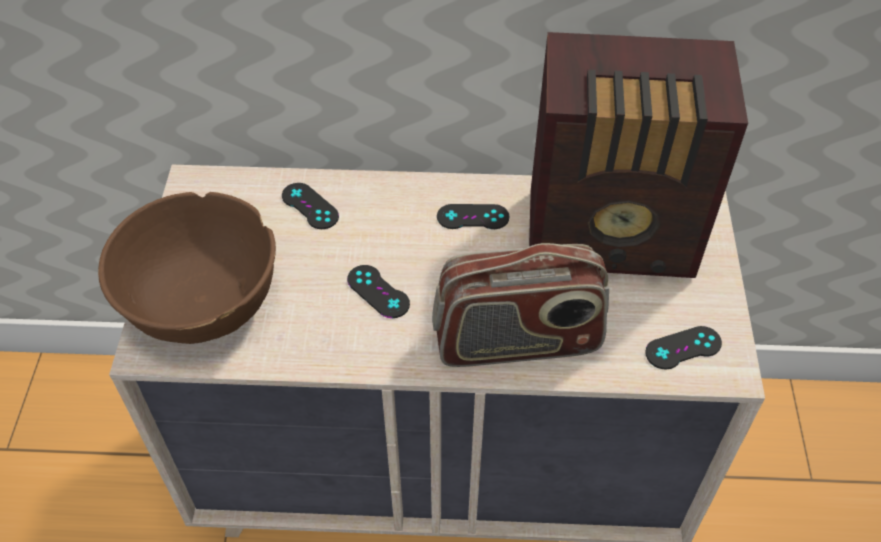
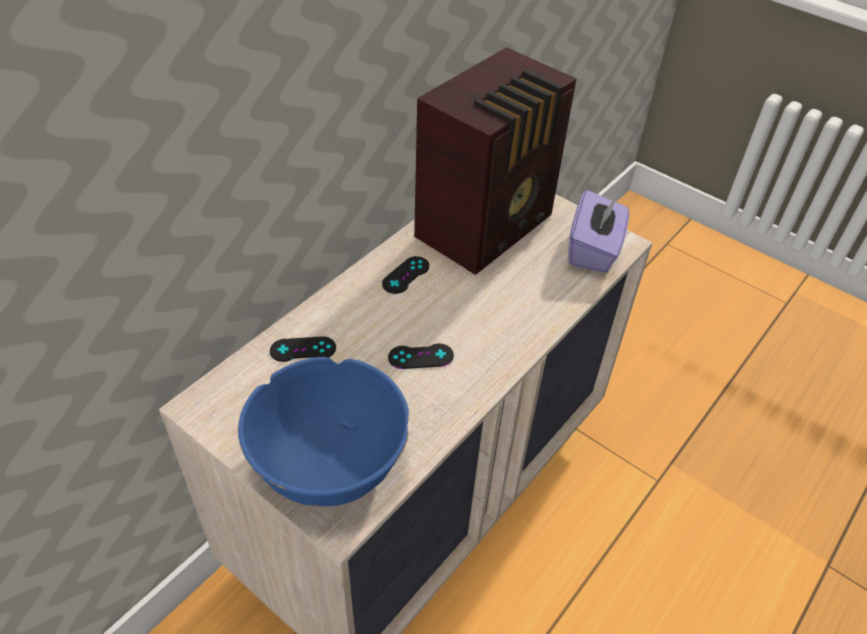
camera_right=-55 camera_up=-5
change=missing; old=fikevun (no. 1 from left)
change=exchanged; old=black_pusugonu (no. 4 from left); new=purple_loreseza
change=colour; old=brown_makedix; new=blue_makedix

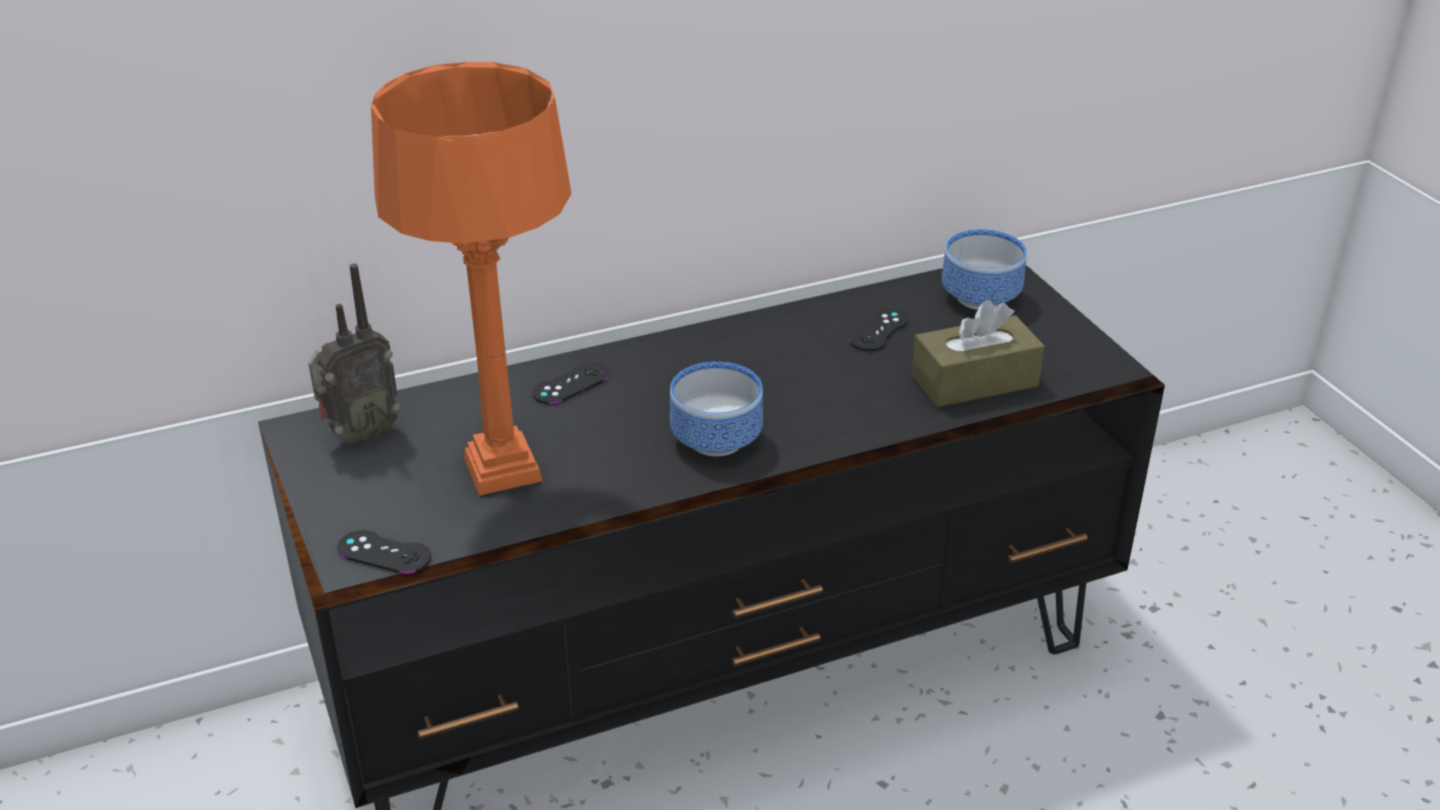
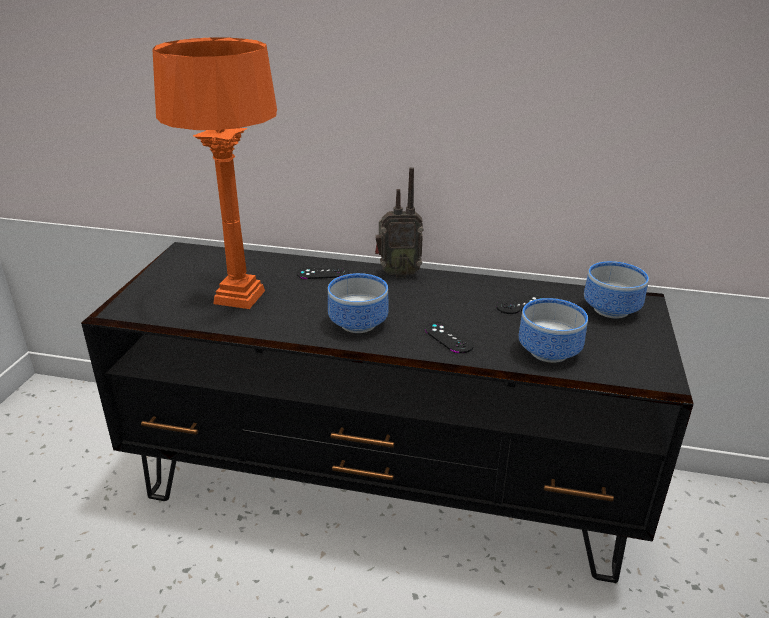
camera_right=35 camera_up=-5
change=relocated; old=fikevun
change=relocated; old=black_pusugonu (no. 1 from left in the first image); new=black_pusugonu (no. 2 from left)
change=exchanged; old=brown_loreseza; new=makedix (no. 2 from left)

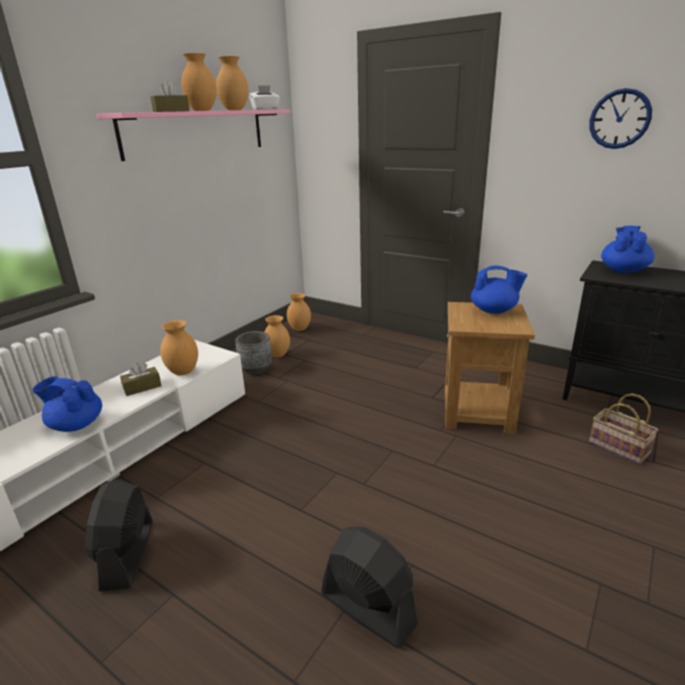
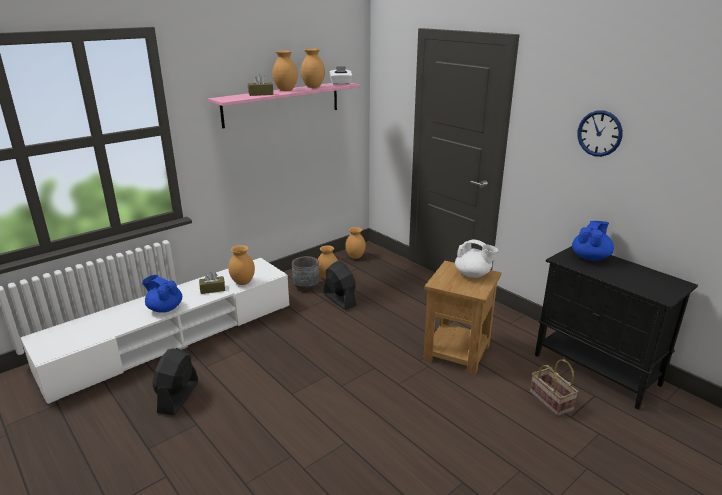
camera_right=15 camera_up=0
change=relocated; old=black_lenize (no. 2 from left)
change=colour; old=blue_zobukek (no. 2 from left); new=white_zobukek

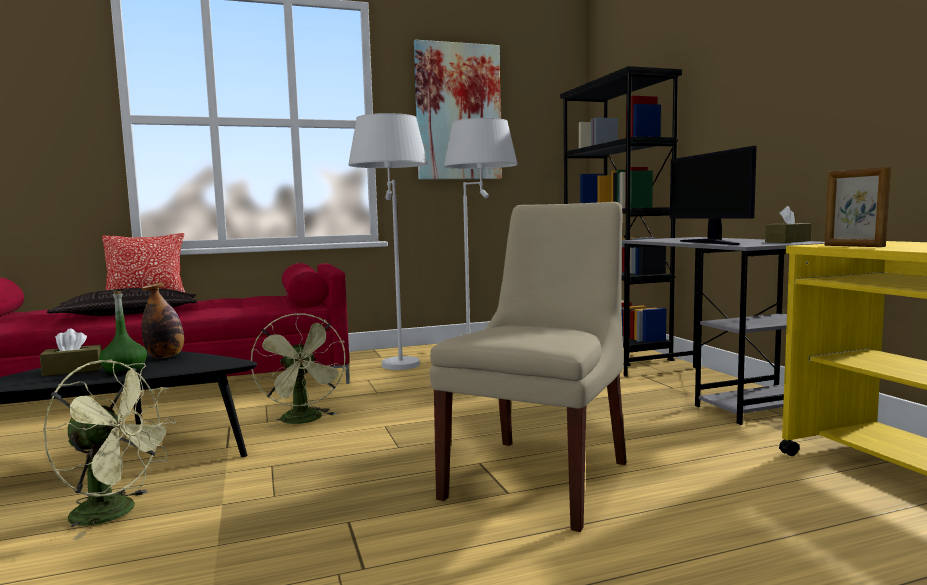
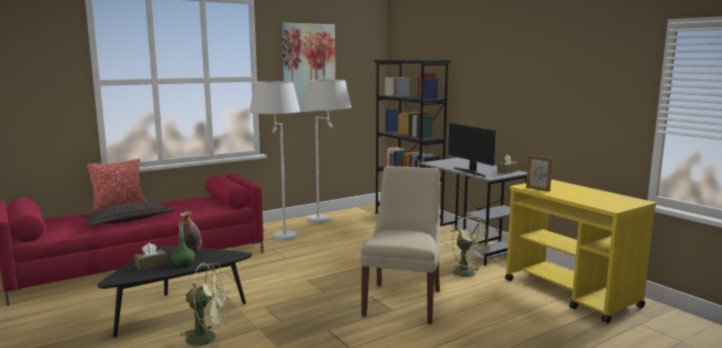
camera_right=-15 camera_up=5
change=relocated; old=green_lenize (no. 2 from left)

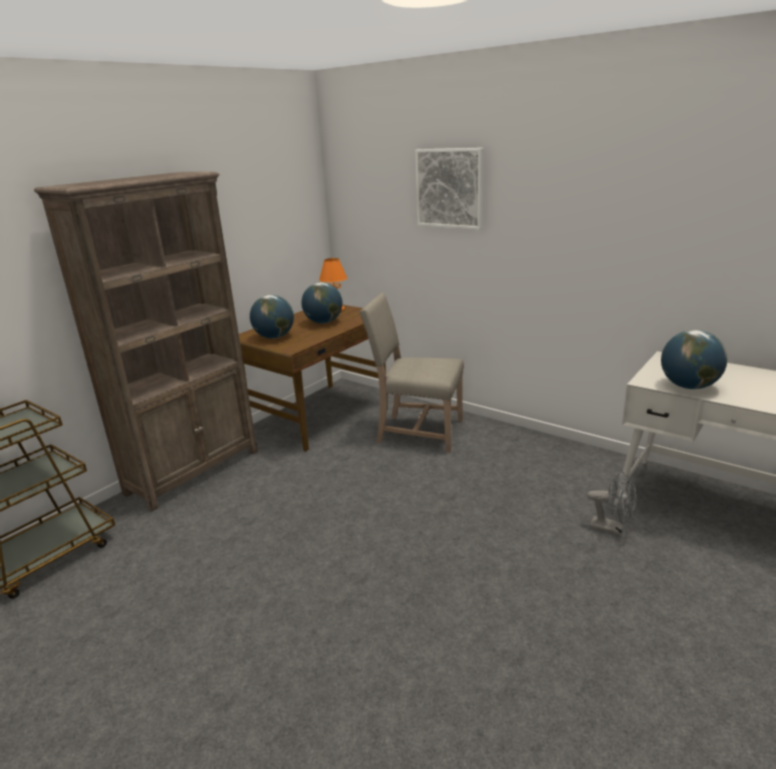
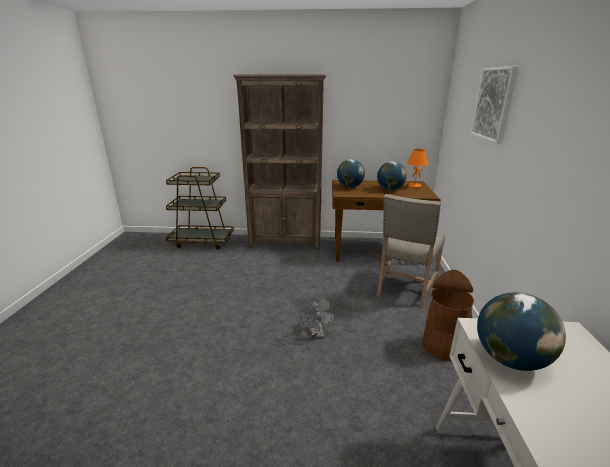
camera_right=55 camera_up=0
change=appeared; new=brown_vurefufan
change=relocated; old=grey_lenize
change=spun; old=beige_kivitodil; degrees=-135

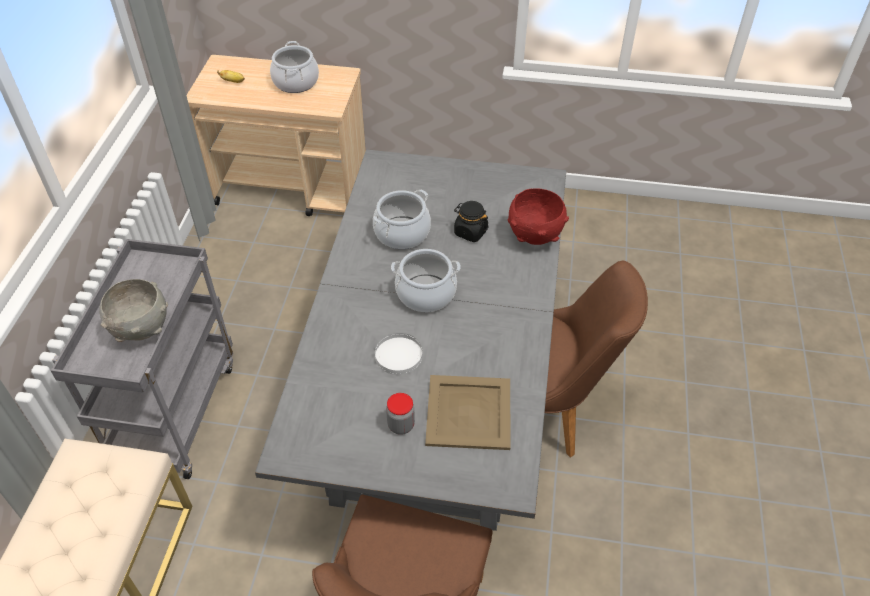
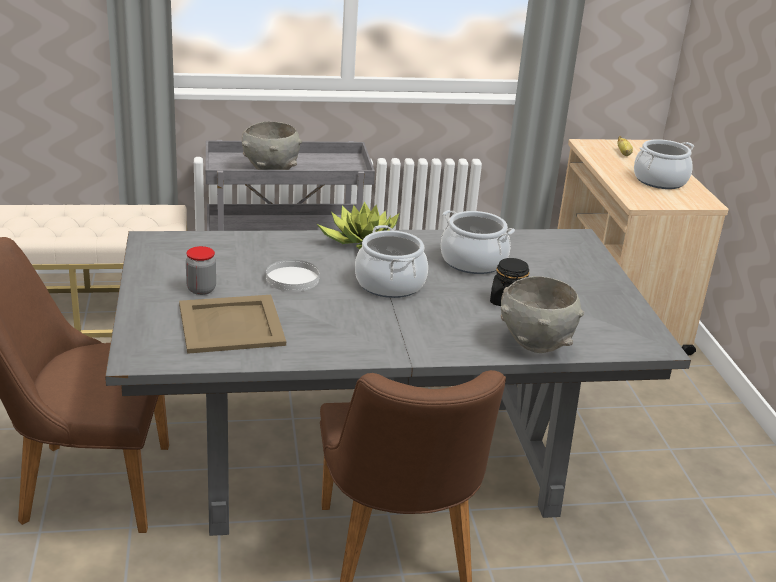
camera_right=70 camera_up=-20
change=appeared; new=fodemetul
change=colour; old=red_makedix; new=grey_makedix (no. 2 from left)

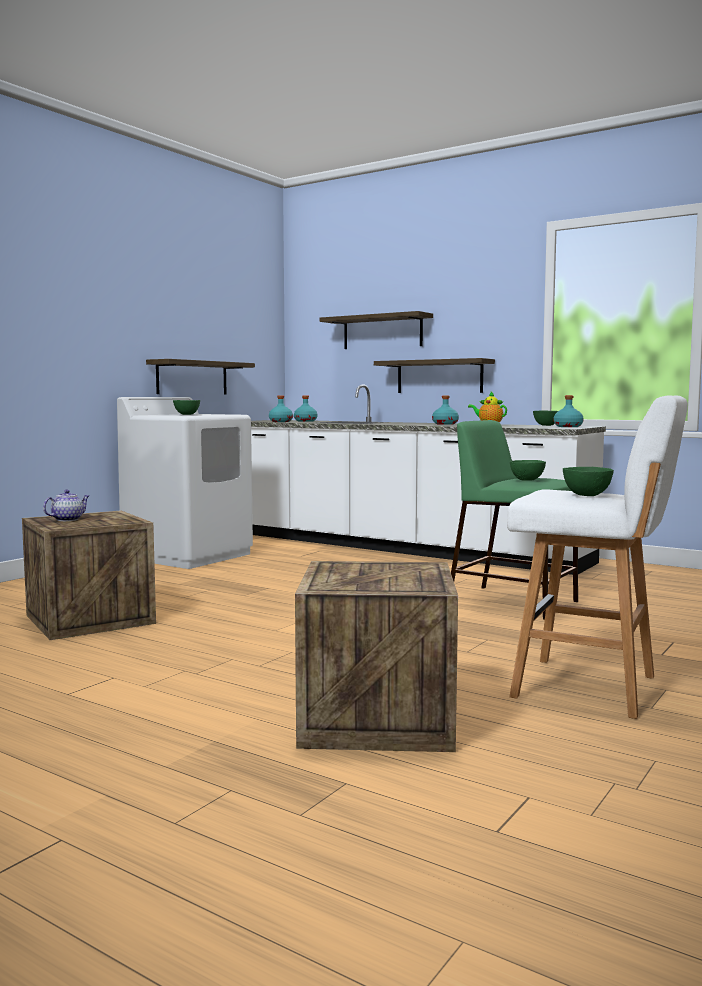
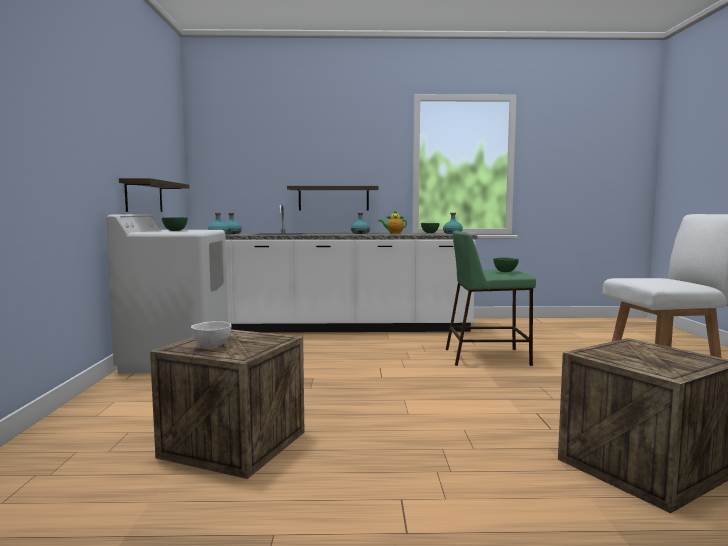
camera_right=-35 camera_up=0
change=missing; old=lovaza (no. 2 from left)
change=missing; old=green_makedix (no. 4 from left)
change=exchanged; old=zobukek (no. 1 from left); new=white_makedix

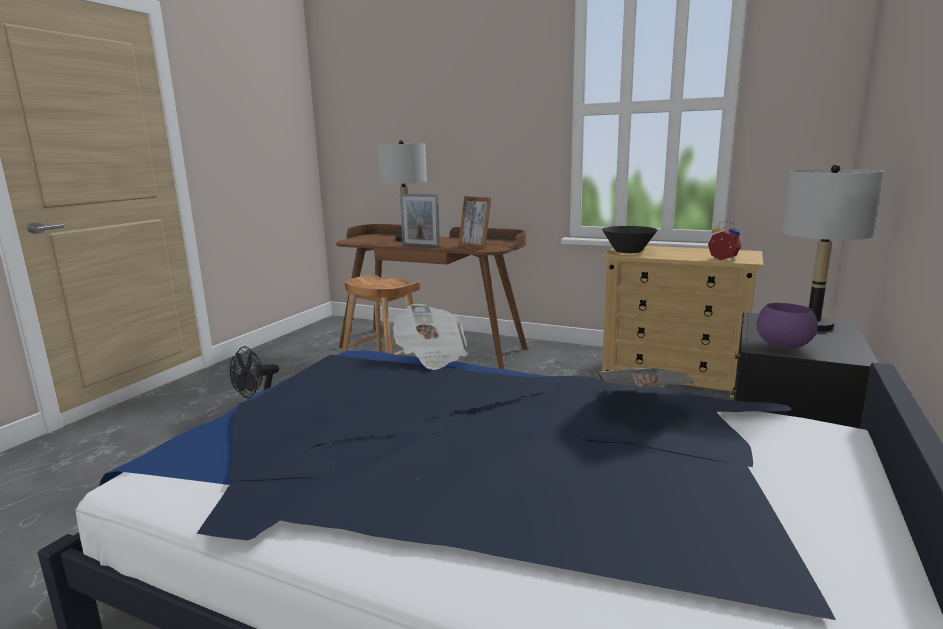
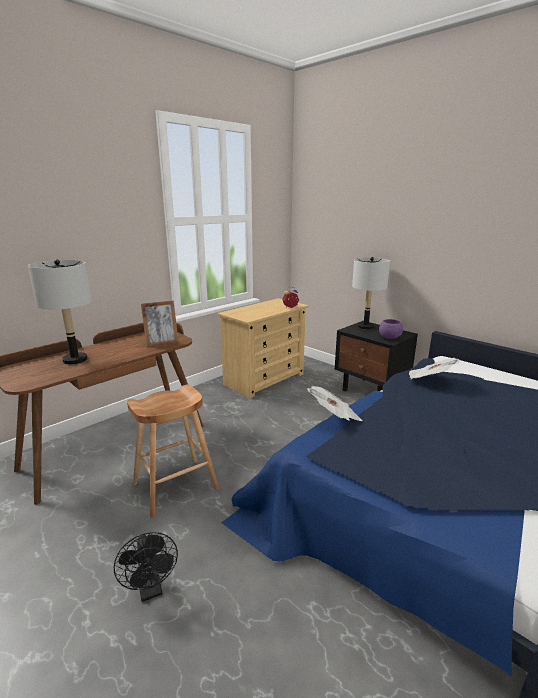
camera_right=-70 camera_up=5
change=missing; old=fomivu (no. 1 from left)
change=missing; old=black_makedix

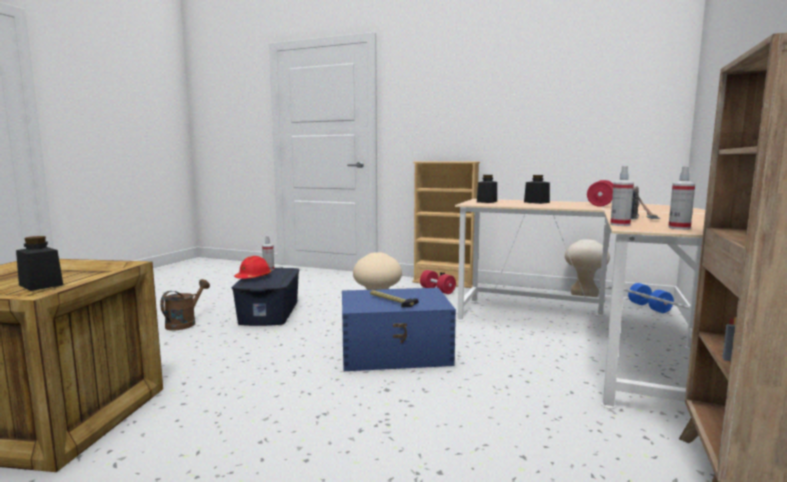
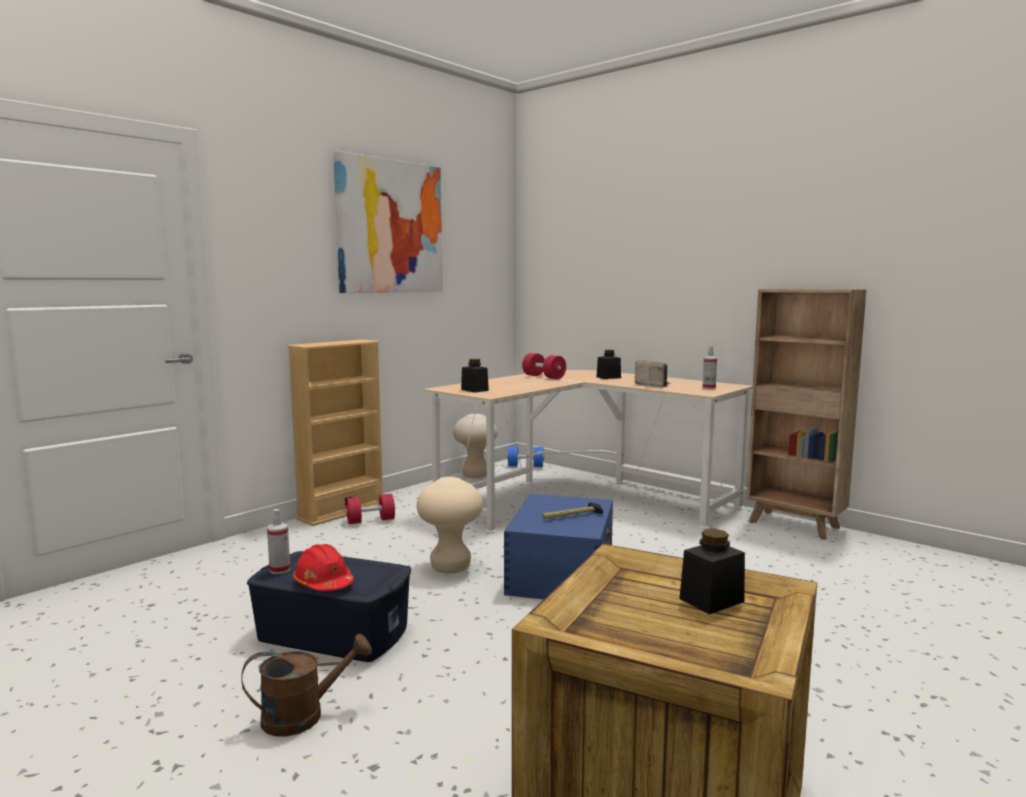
camera_right=-70 camera_up=0
change=missing; old=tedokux (no. 2 from left)
change=appeared; new=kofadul
change=relocated; old=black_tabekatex (no. 3 from left in the first image); new=black_tabekatex (no. 2 from left)
change=spun; old=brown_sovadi; degrees=120

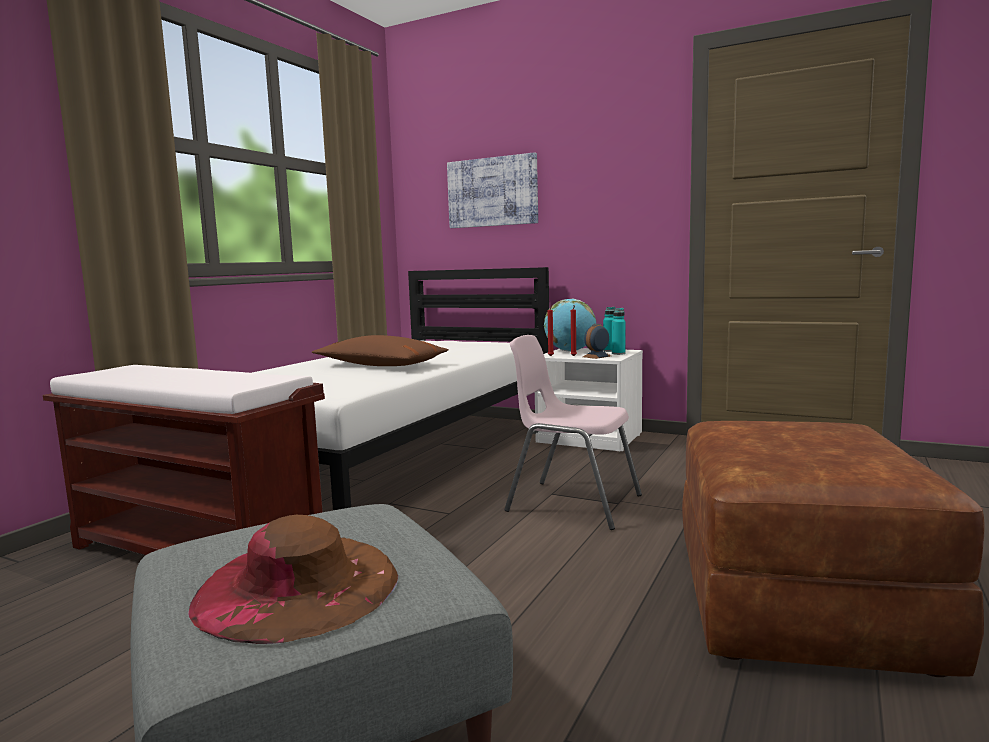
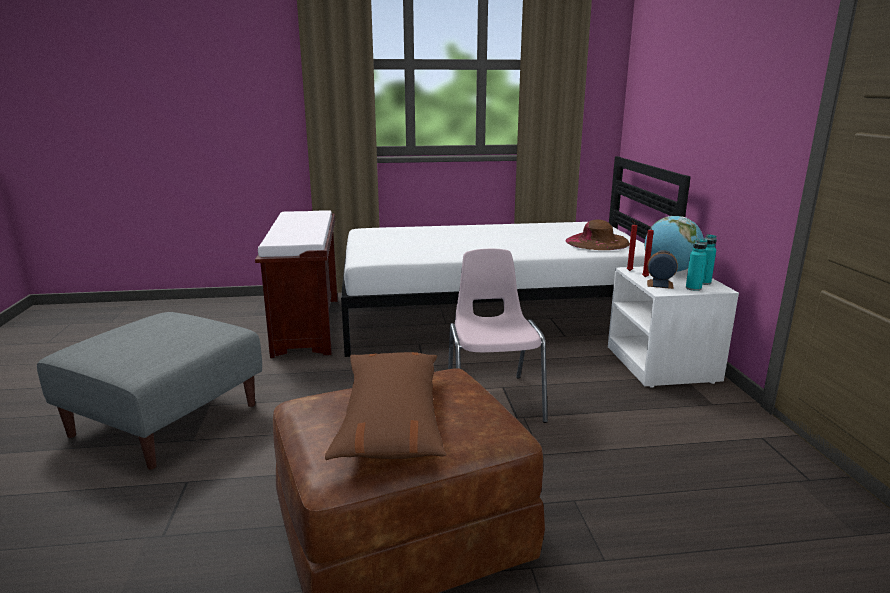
camera_right=55 camera_up=10
change=missing; old=kofadul
change=relocated; old=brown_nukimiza
change=relocated; old=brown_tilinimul

